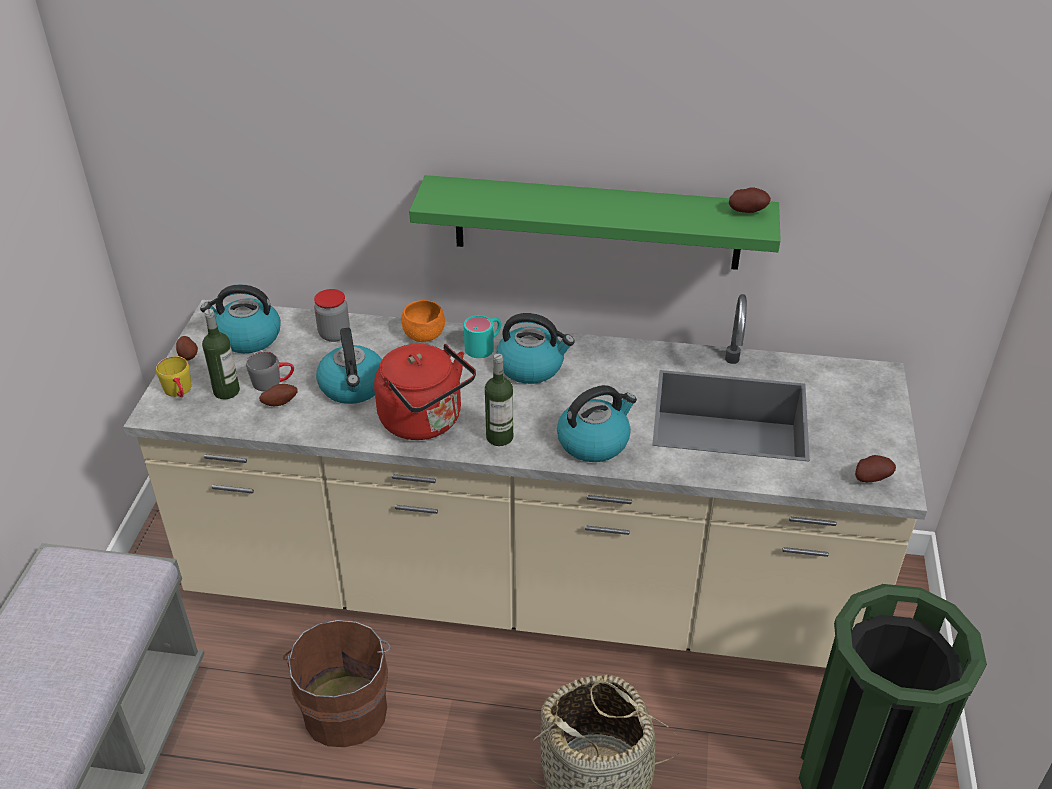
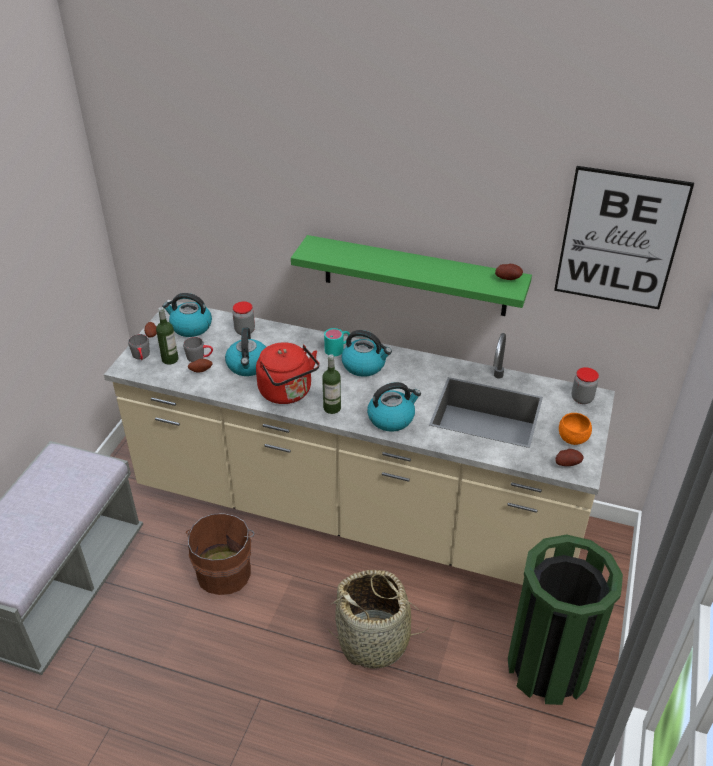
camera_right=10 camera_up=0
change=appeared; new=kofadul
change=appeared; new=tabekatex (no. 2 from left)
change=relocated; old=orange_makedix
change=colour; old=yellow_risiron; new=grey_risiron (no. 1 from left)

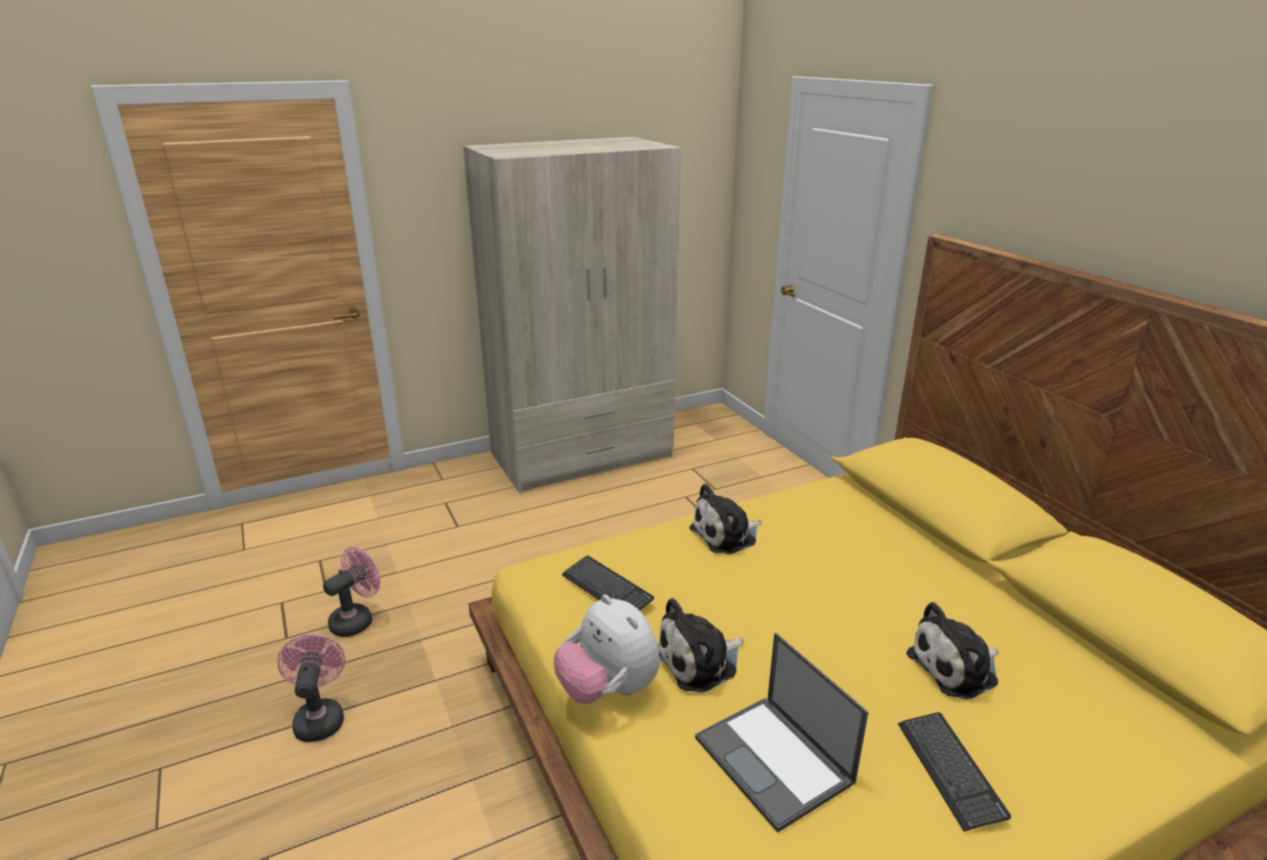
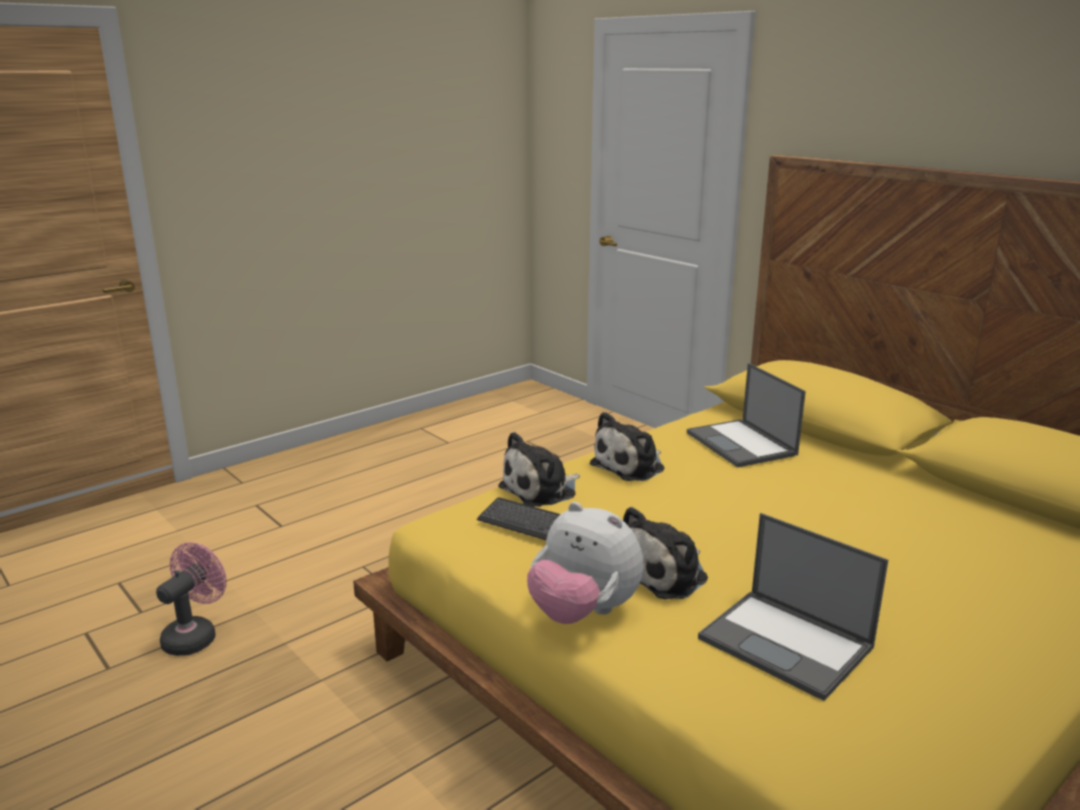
camera_right=-15 camera_up=-5
change=missing; old=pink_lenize (no. 1 from left)
change=missing; old=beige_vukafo
change=missing; old=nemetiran (no. 2 from left)
change=appeared; new=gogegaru (no. 1 from left)
change=relocated; old=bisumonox (no. 4 from left in the first image); new=bisumonox (no. 1 from left)

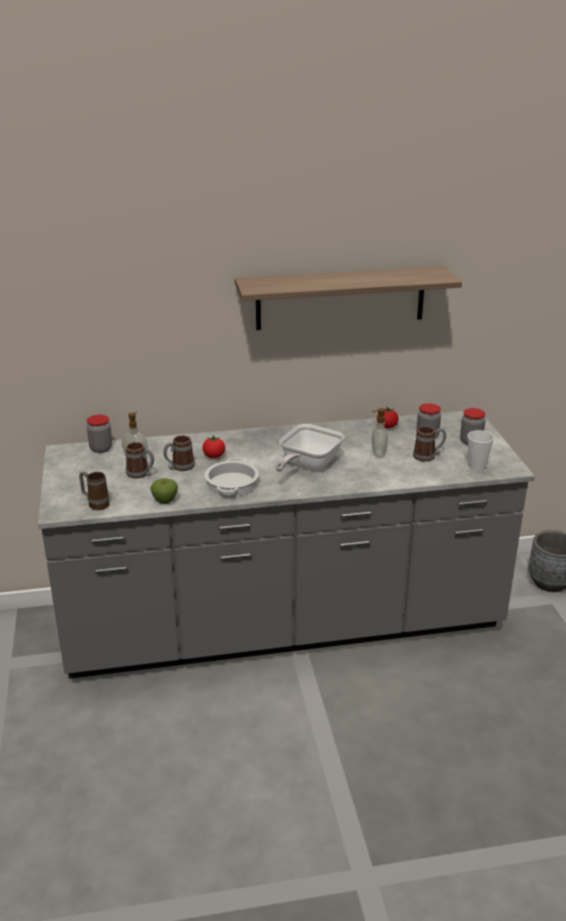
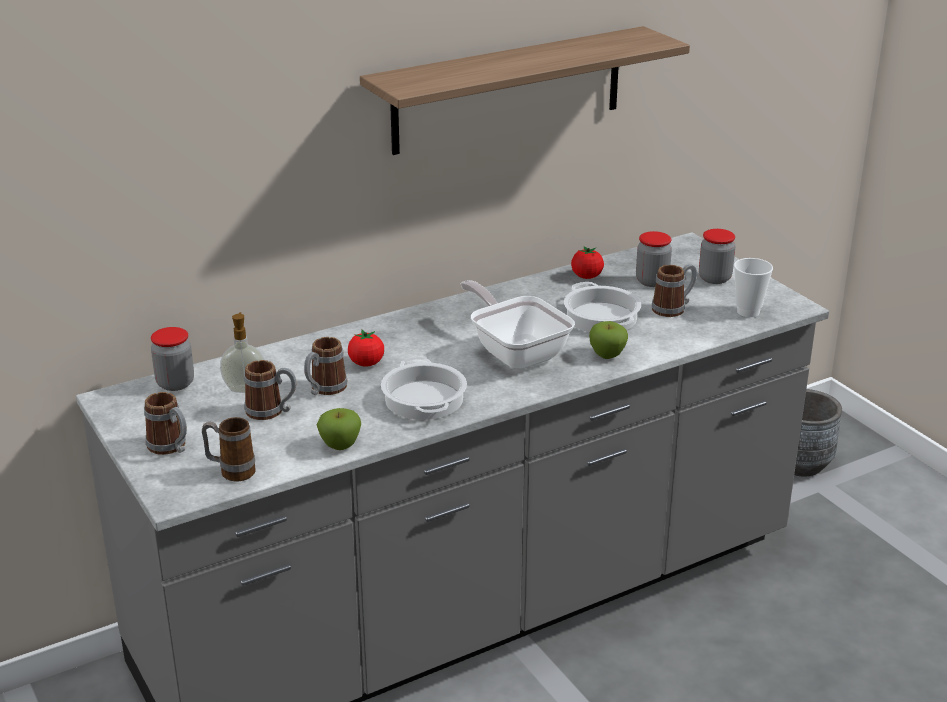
camera_right=-20 camera_up=0
change=appeared; new=risiron (no. 1 from left)
change=appeared; new=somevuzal (no. 2 from left)
change=exchanged; old=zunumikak (no. 2 from left); new=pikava (no. 2 from left)
change=spun; old=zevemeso; degrees=135

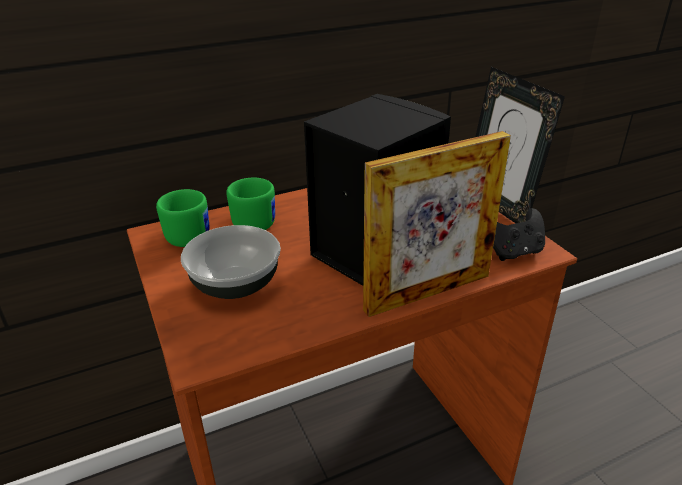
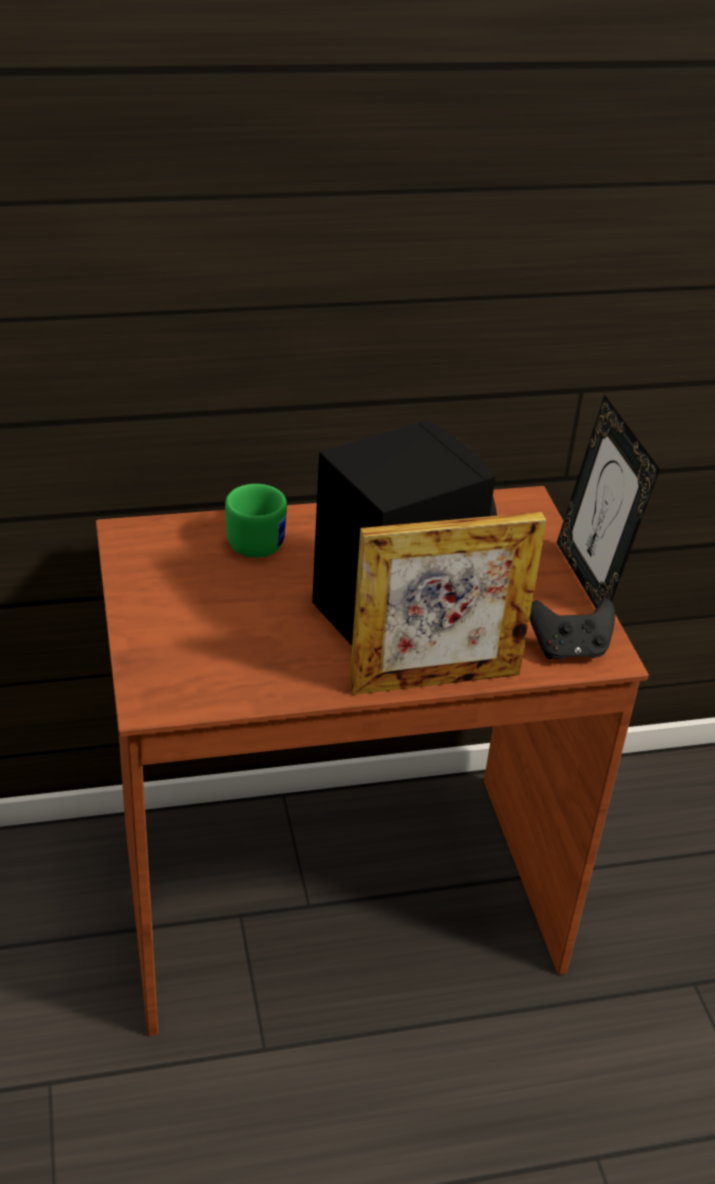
camera_right=10 camera_up=5
change=missing; old=green_risiron (no. 1 from left)
change=missing; old=makedix

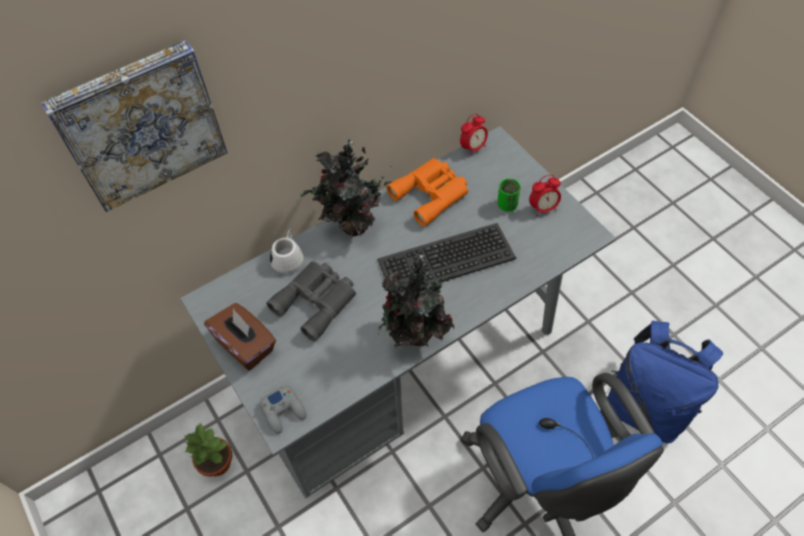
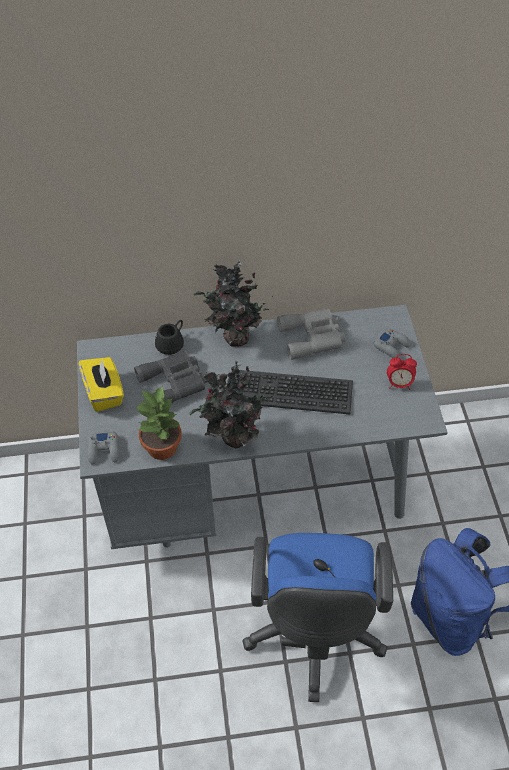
camera_right=25 camera_up=-5
change=missing; old=kofadul
change=missing; old=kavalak (no. 1 from left)
change=missing; old=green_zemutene
change=appeared; new=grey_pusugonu (no. 2 from left)
change=relocated; old=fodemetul (no. 1 from left)
change=colour; old=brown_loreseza; new=yellow_loreseza
change=colour; old=white_risiron; new=black_risiron
change=colour; old=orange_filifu; new=grey_filifu (no. 2 from left)

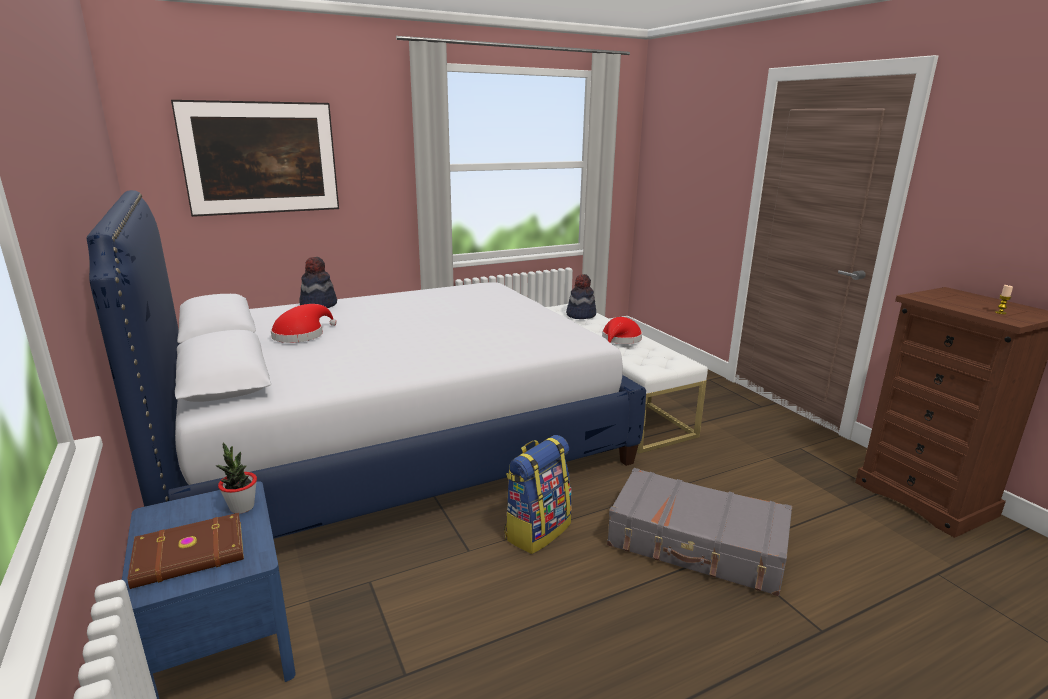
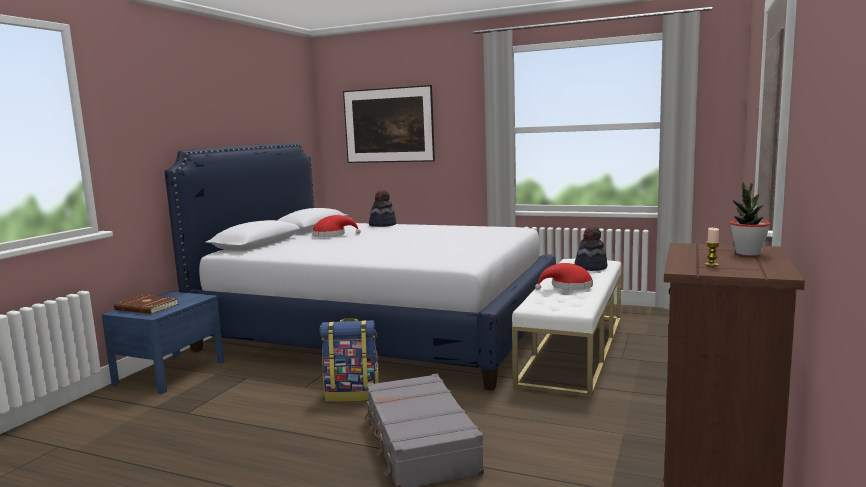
camera_right=50 camera_up=-10
change=relocated; old=fodemetul

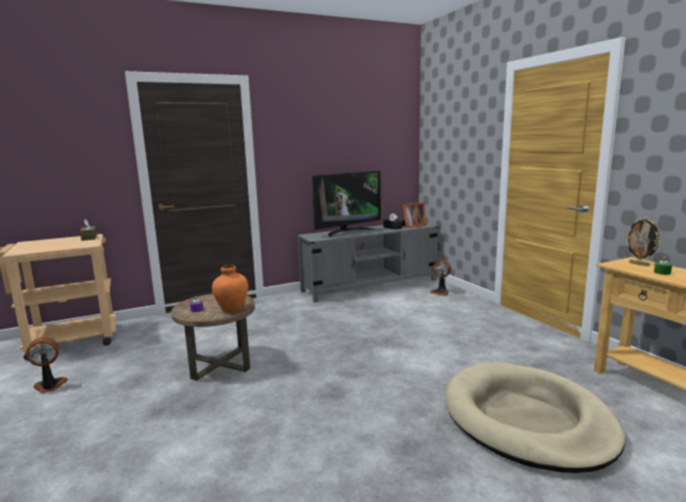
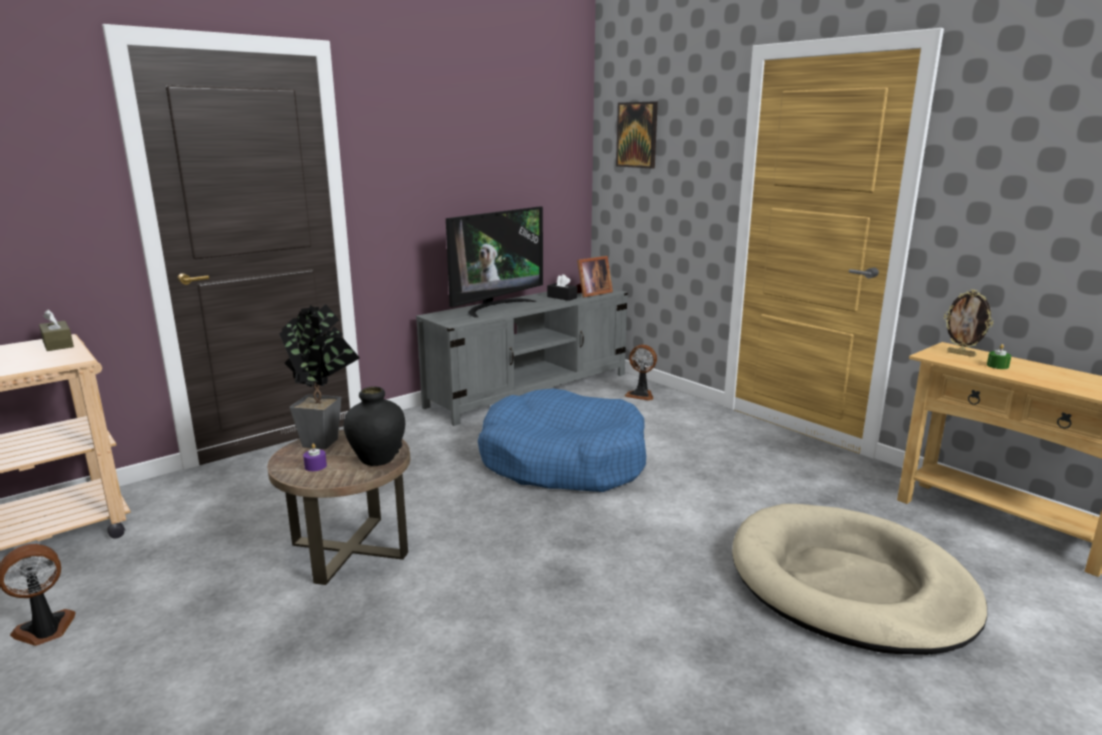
camera_right=-15 camera_up=5
change=appeared; new=fodemetul
change=appeared; new=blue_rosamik
change=appeared; new=kofadul
change=colour; old=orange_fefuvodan; new=black_fefuvodan

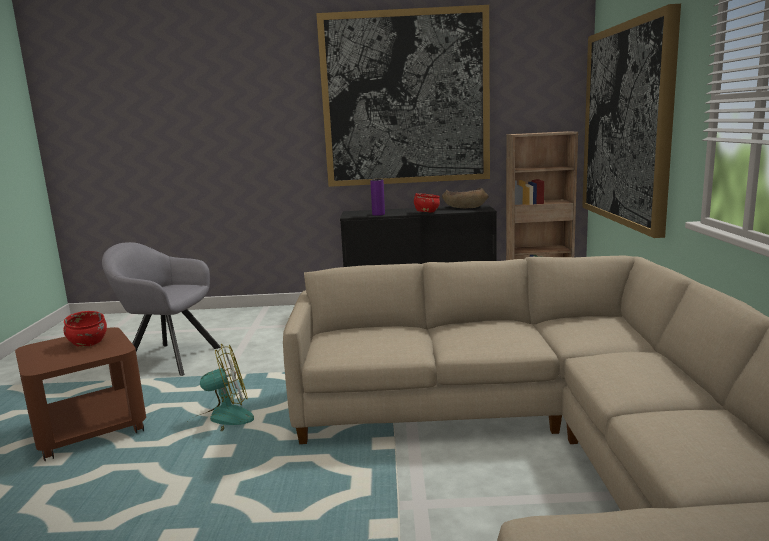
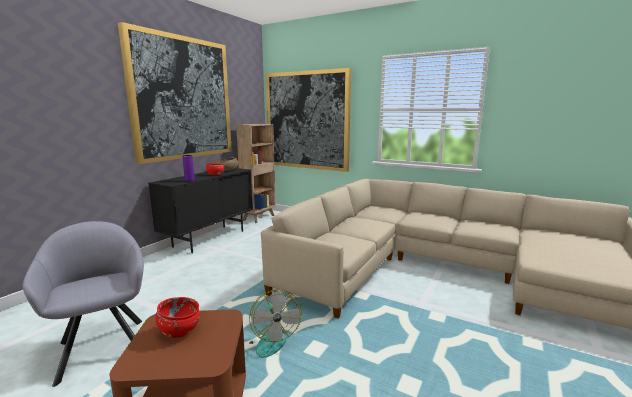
camera_right=-60 camera_up=0
change=spun; old=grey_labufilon; degrees=105
change=spun; old=lenize; degrees=150

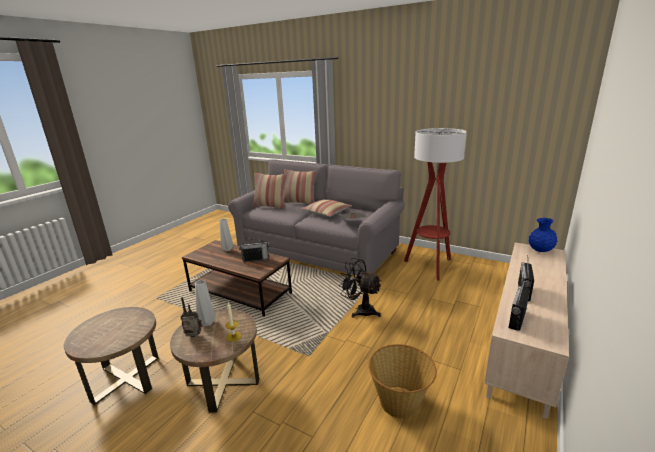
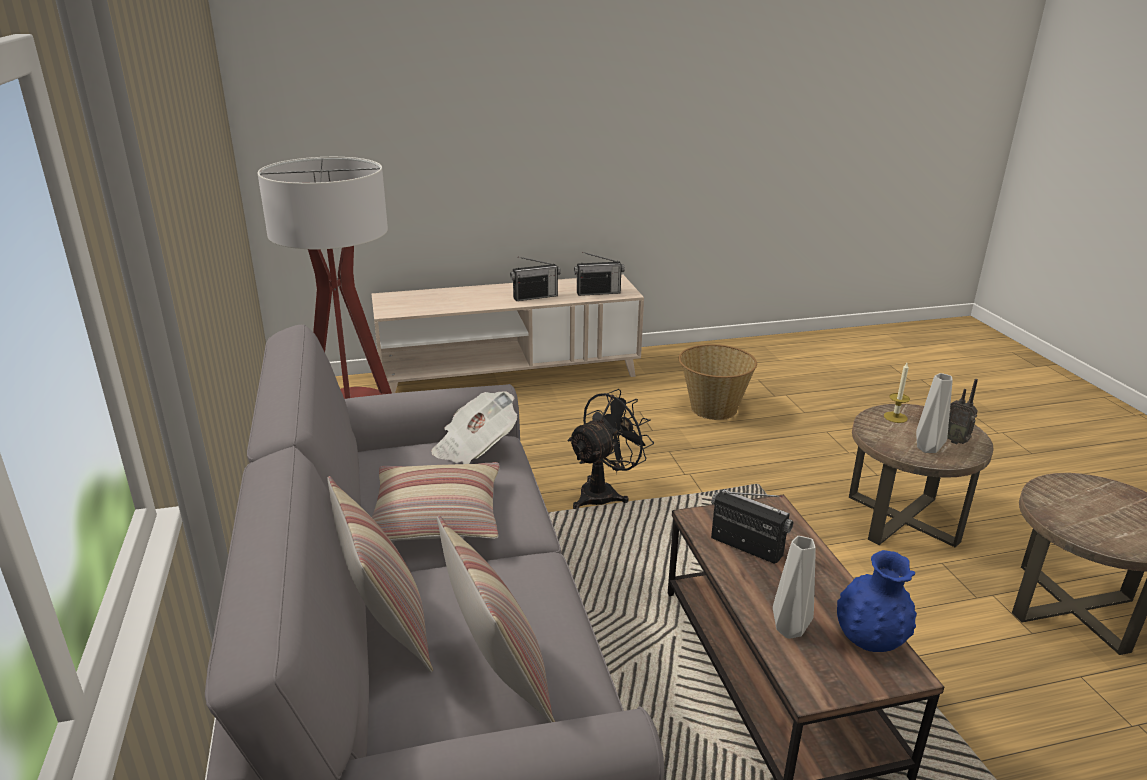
camera_right=-135 camera_up=5
change=relocated; old=blue_fefuvodan
change=spun; old=black_lenize; degrees=-120

